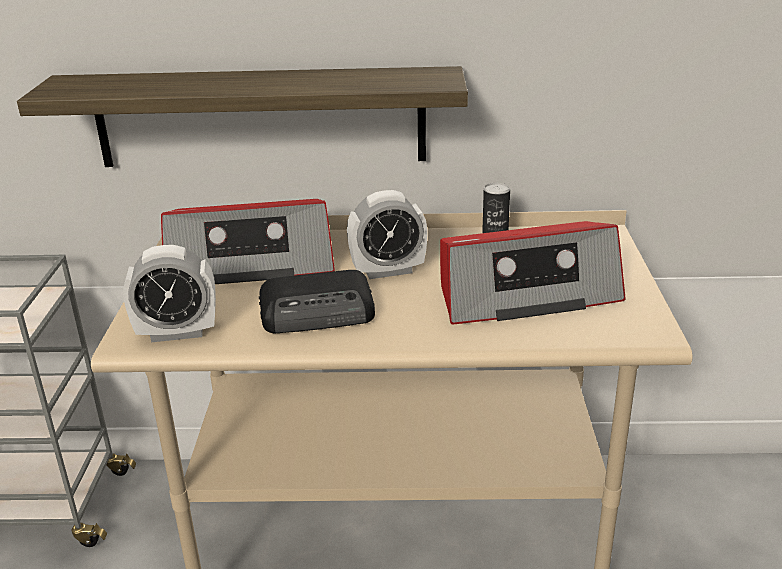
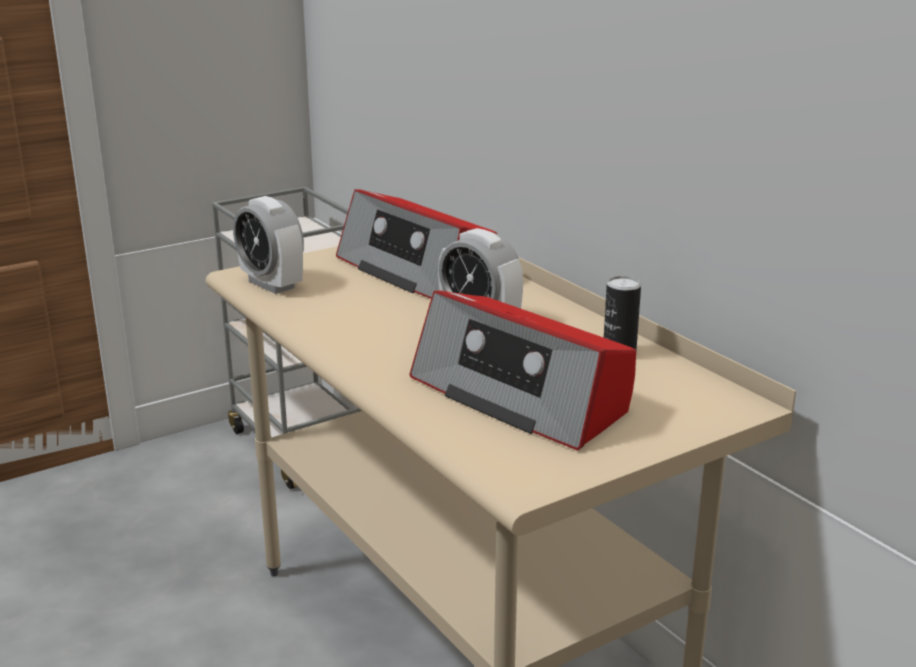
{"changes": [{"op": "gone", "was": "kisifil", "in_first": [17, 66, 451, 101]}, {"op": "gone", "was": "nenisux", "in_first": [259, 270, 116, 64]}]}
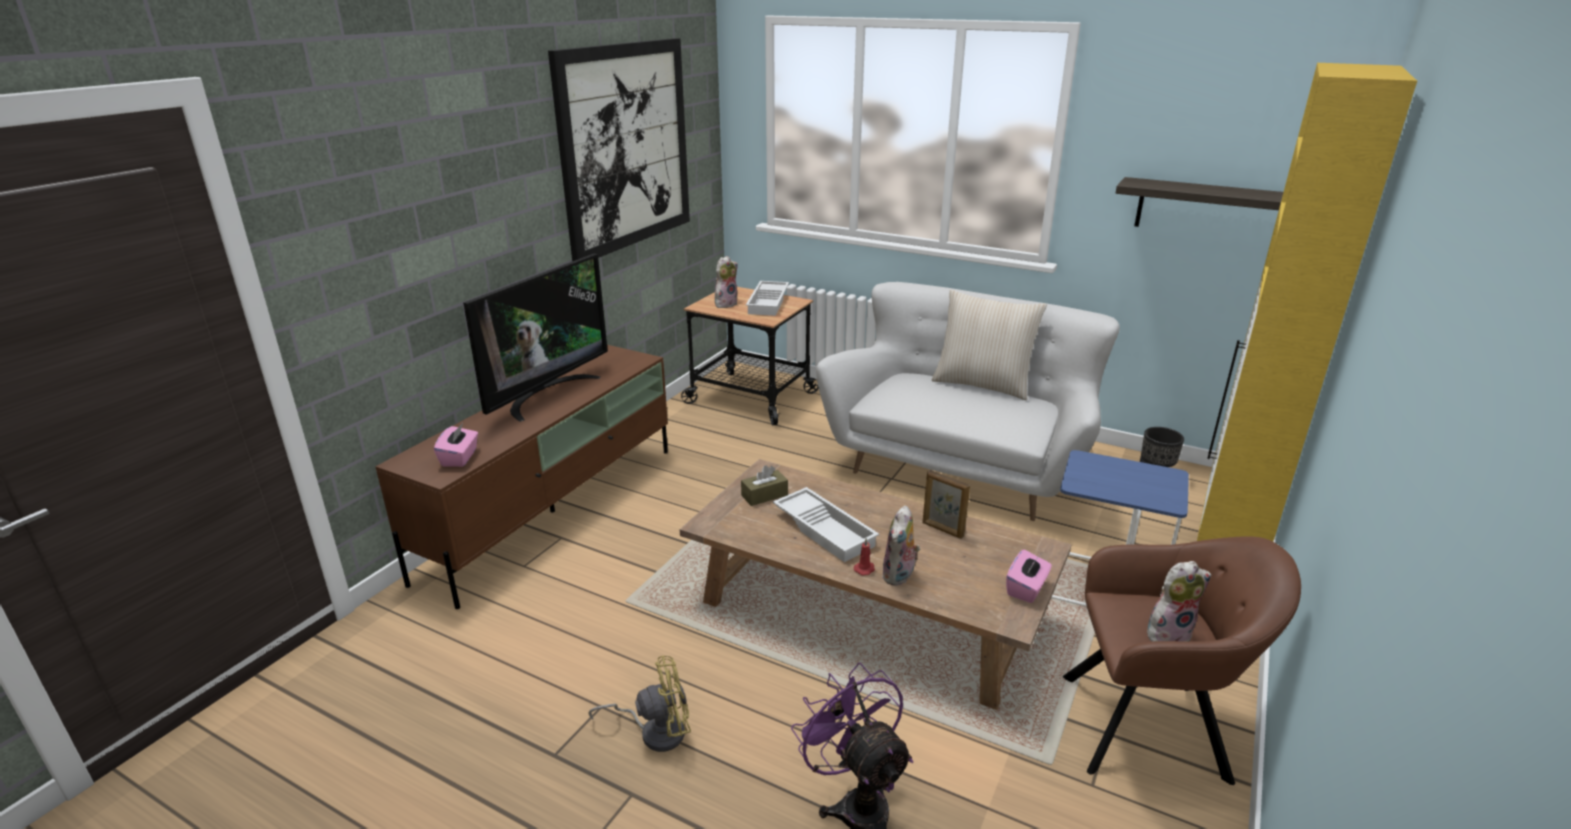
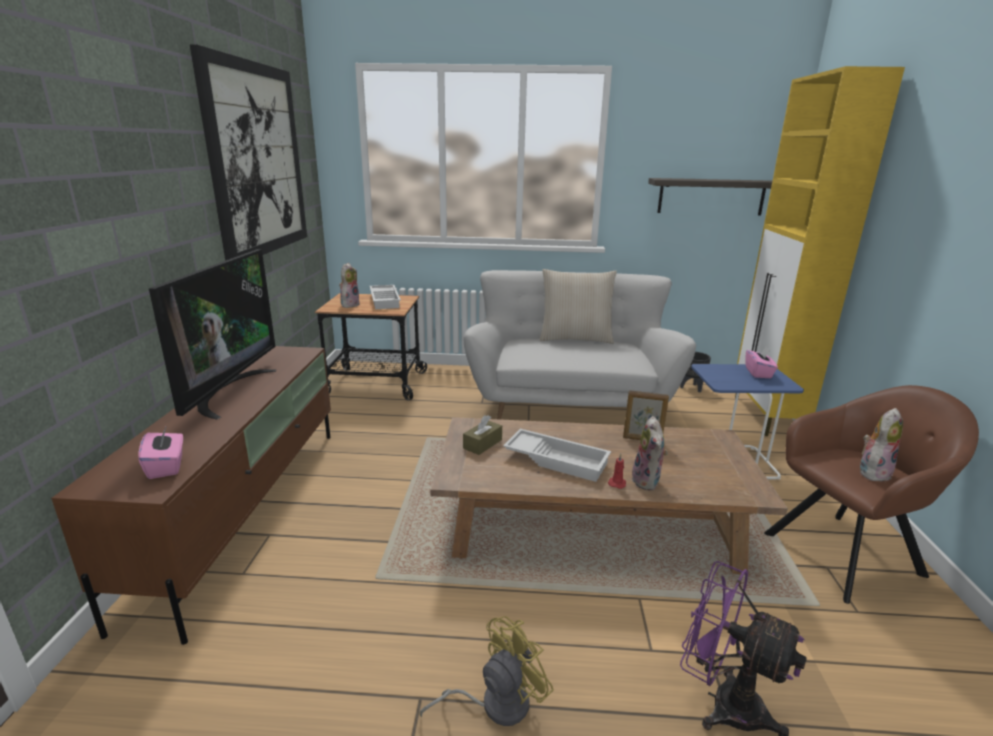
{"changes": [{"op": "shifted", "was": "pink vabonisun", "in_first": [1006, 549, 46, 54], "in_second": [745, 347, 33, 31]}]}
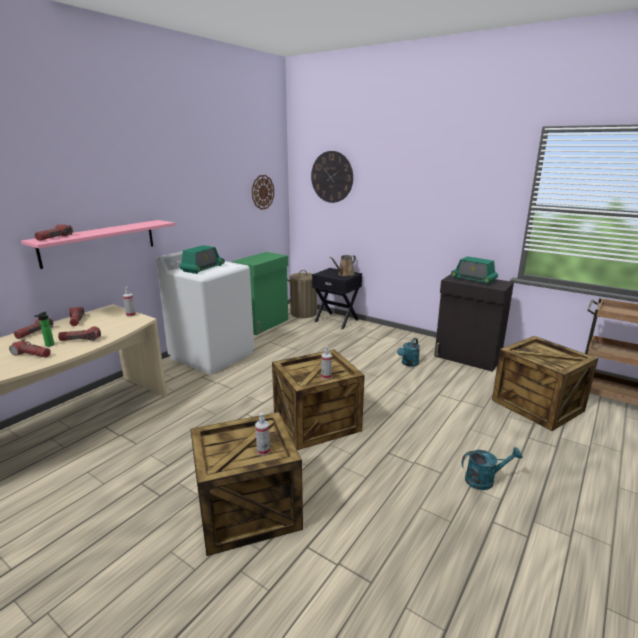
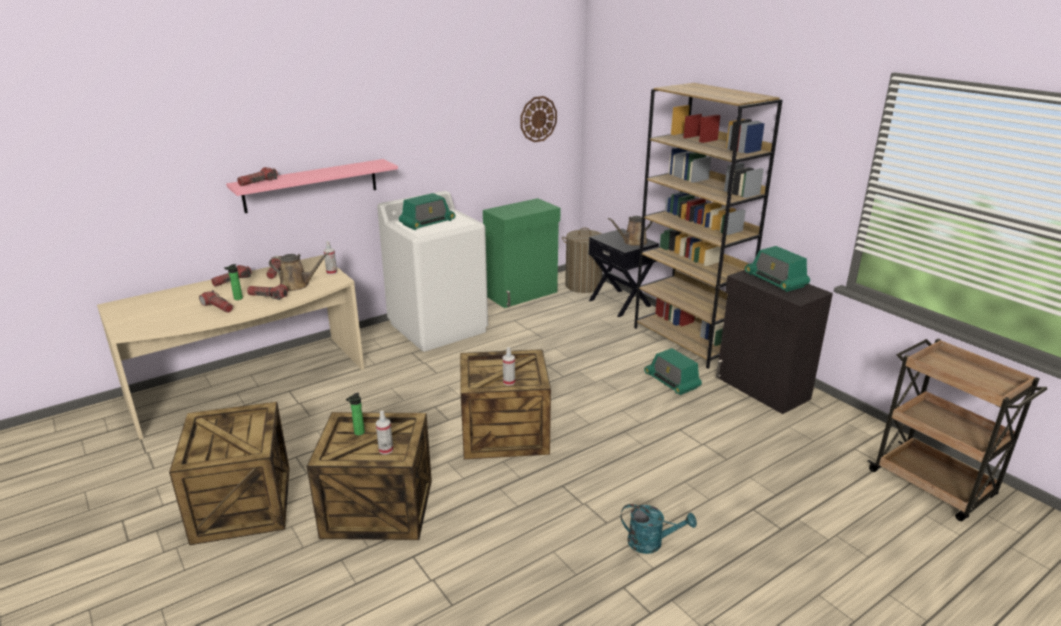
{"changes": [{"op": "gone", "was": "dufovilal", "in_first": [311, 151, 42, 52]}, {"op": "swapped", "was": "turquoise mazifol", "now": "nenisux", "in_first": [397, 338, 23, 29], "in_second": [644, 348, 58, 47]}, {"op": "shifted", "was": "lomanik", "in_first": [492, 336, 106, 95], "in_second": [169, 402, 121, 143]}, {"op": "new", "now": "brown mazifol", "in_second": [269, 252, 60, 39]}, {"op": "new", "now": "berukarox", "in_second": [346, 393, 19, 43]}, {"op": "new", "now": "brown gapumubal", "in_second": [634, 83, 149, 286]}]}
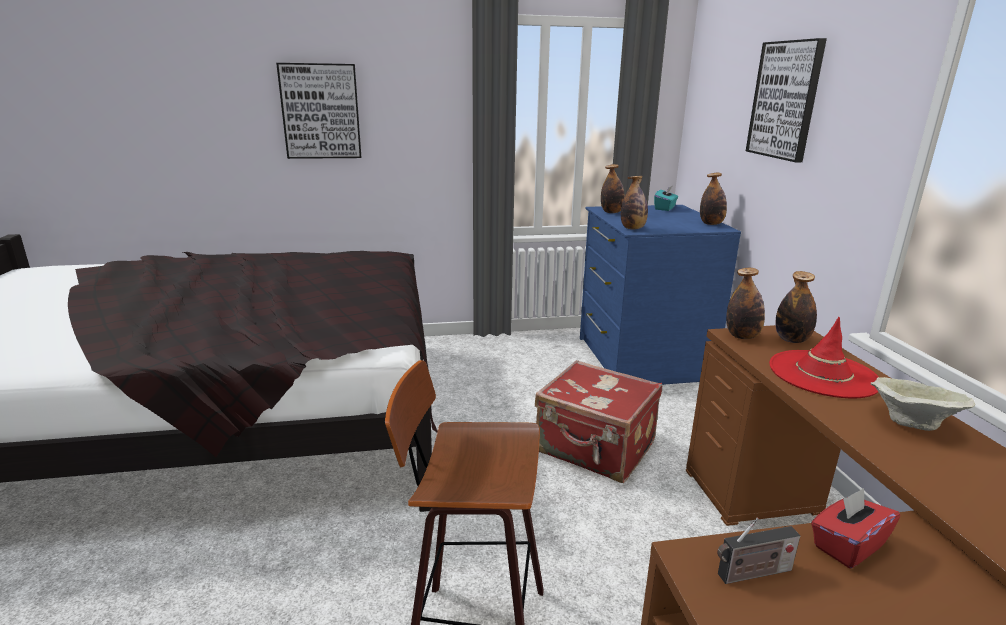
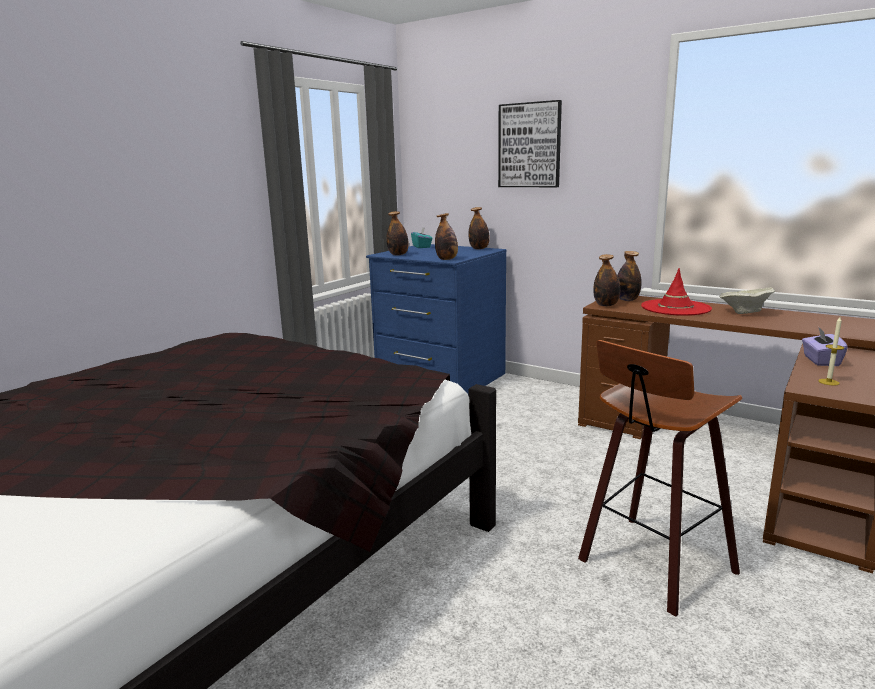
{"changes": [{"op": "gone", "was": "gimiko", "in_first": [276, 63, 85, 96]}, {"op": "gone", "was": "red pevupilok", "in_first": [535, 360, 127, 123]}, {"op": "swapped", "was": "nenisux", "now": "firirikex", "in_first": [717, 518, 84, 66], "in_second": [818, 317, 26, 69]}, {"op": "repainted", "was": "red vabonisun", "now": "purple vabonisun", "in_first": [811, 488, 89, 81], "in_second": [802, 328, 46, 38]}]}
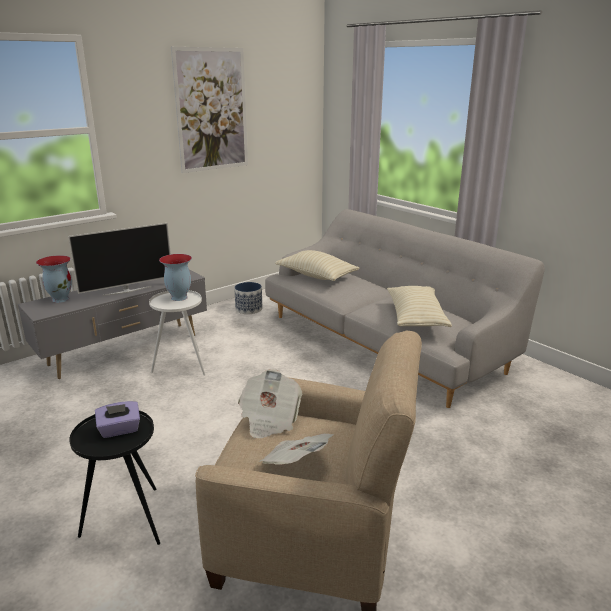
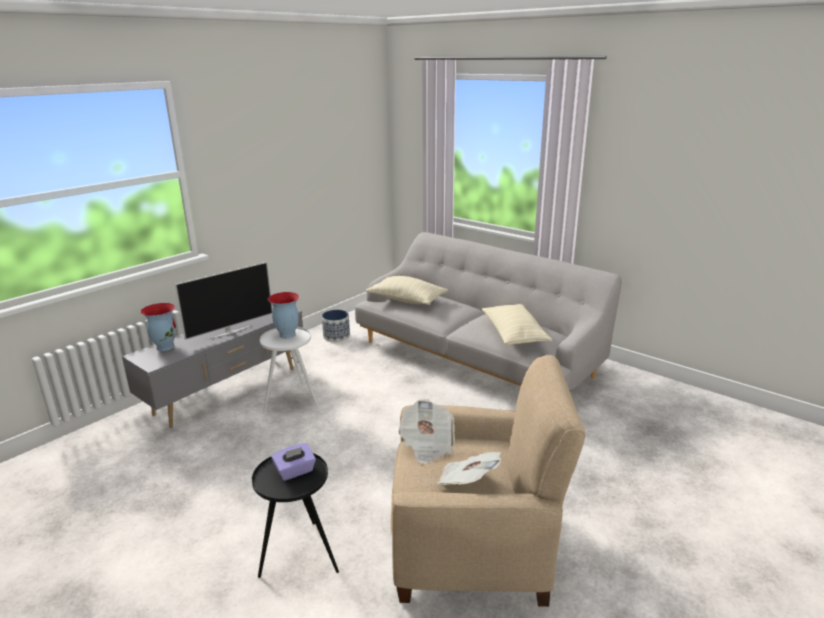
{"changes": [{"op": "gone", "was": "gimiko", "in_first": [171, 47, 77, 126]}]}
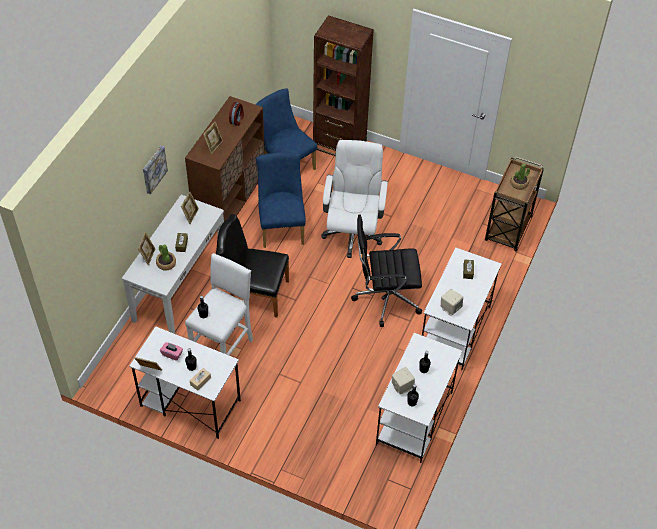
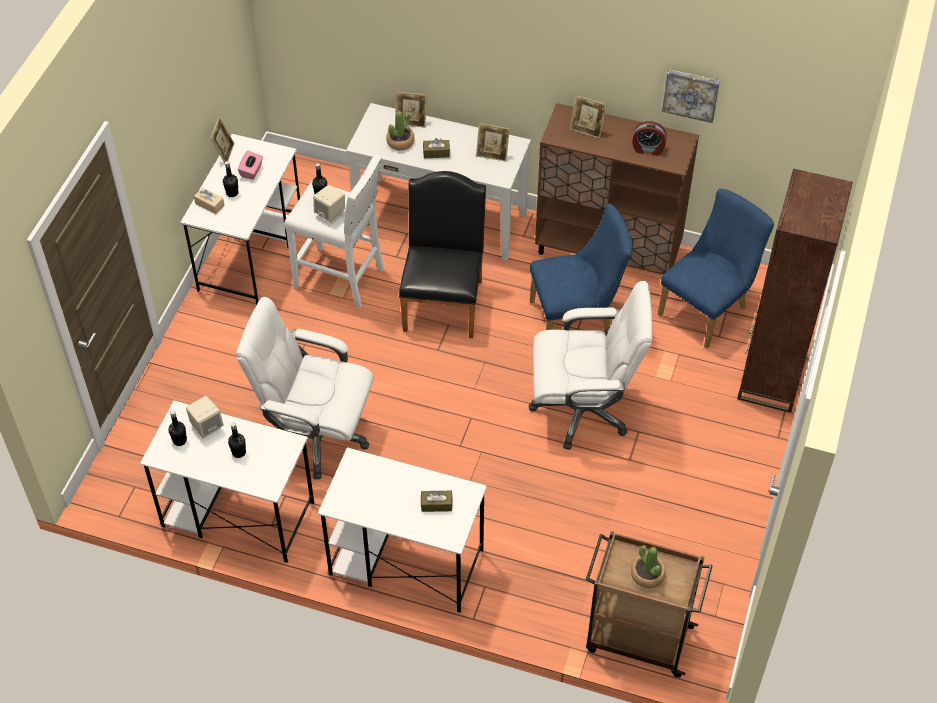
{"changes": [{"op": "shifted", "was": "gimiko", "in_first": [143, 146, 25, 48], "in_second": [662, 69, 58, 54]}, {"op": "gone", "was": "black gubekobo", "in_first": [351, 214, 71, 113]}, {"op": "shifted", "was": "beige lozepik", "in_first": [441, 289, 22, 27], "in_second": [313, 185, 32, 38]}, {"op": "new", "now": "white gubekobo", "in_second": [236, 297, 138, 182]}]}
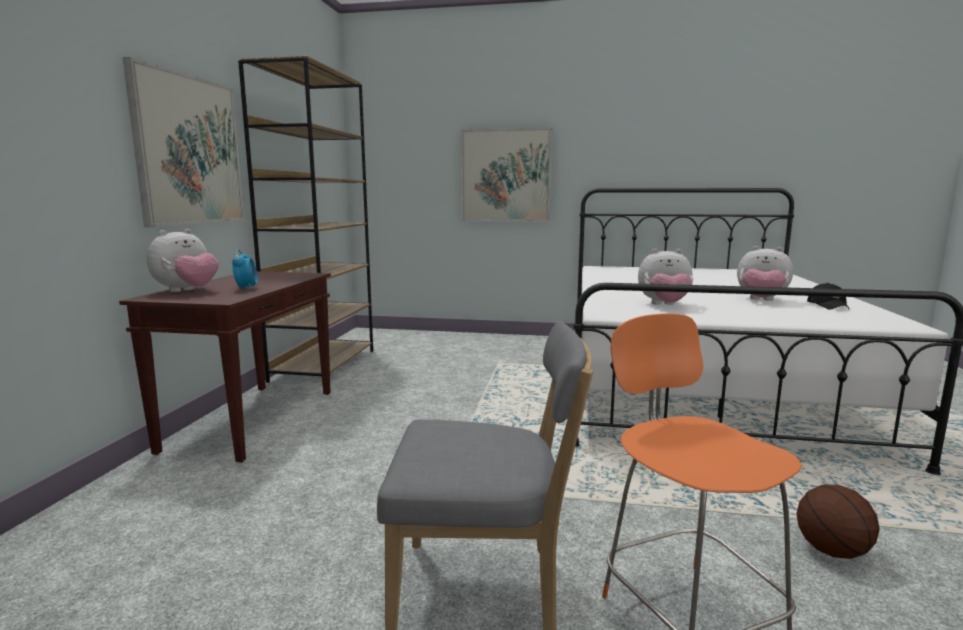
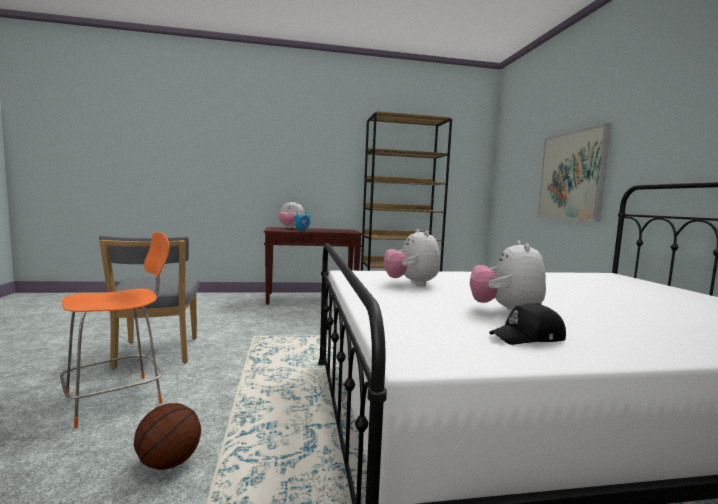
{"changes": [{"op": "gone", "was": "gimiko", "in_first": [123, 57, 121, 170]}]}
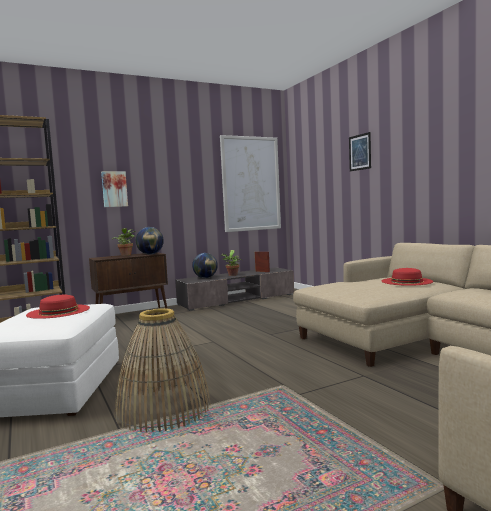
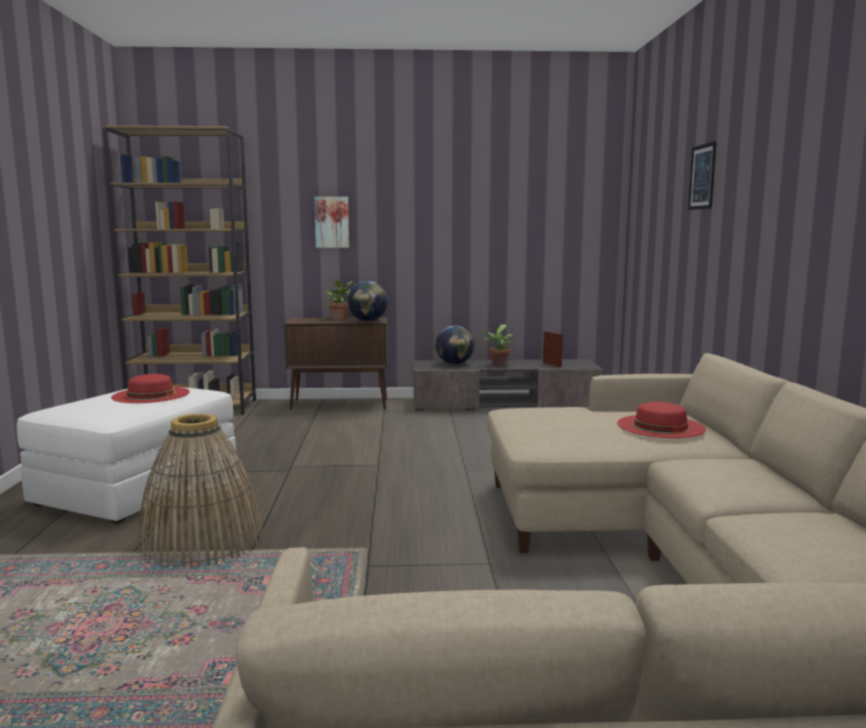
{"changes": [{"op": "gone", "was": "gimiko", "in_first": [220, 135, 61, 97]}]}
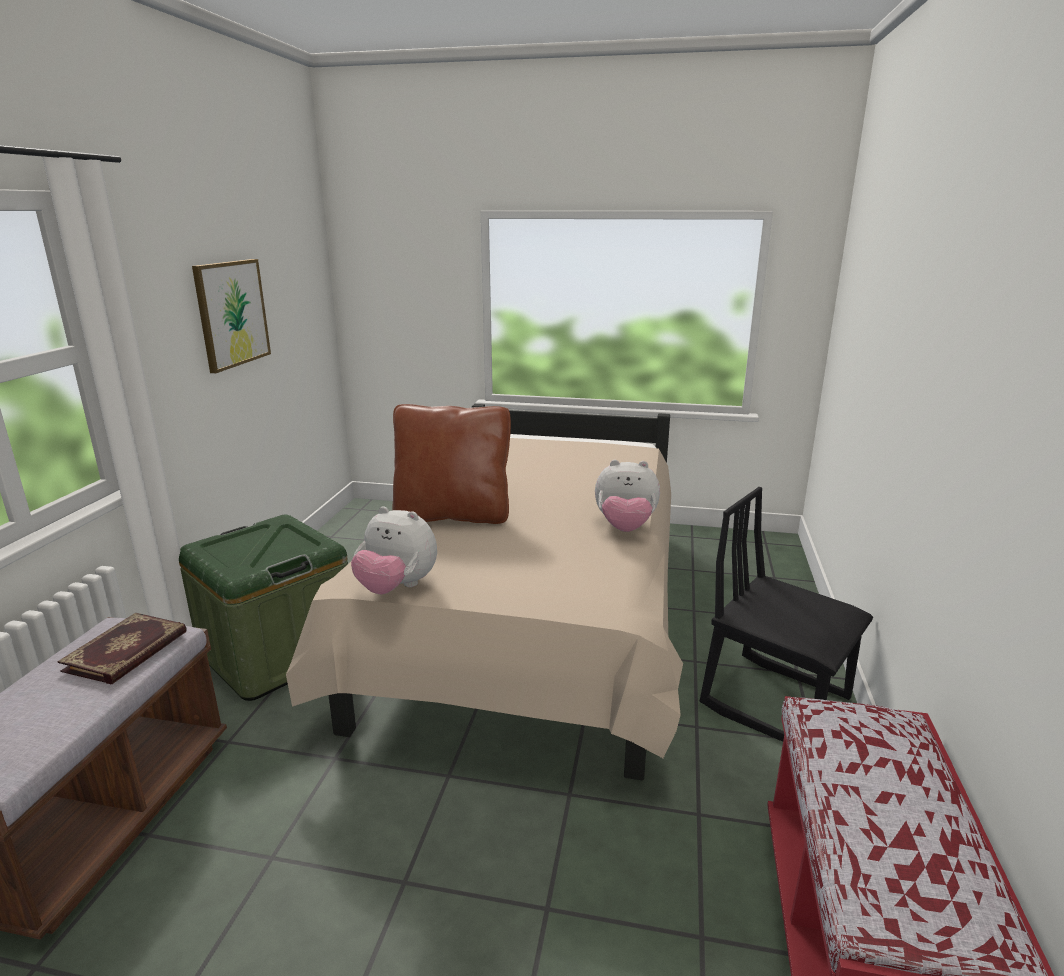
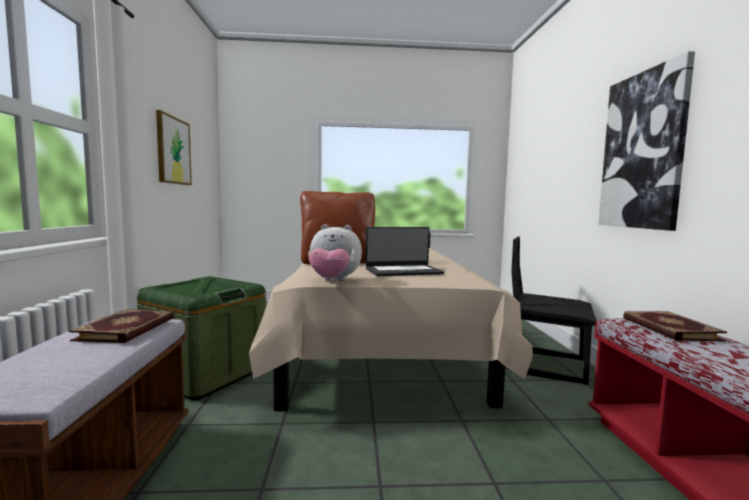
{"changes": [{"op": "gone", "was": "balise", "in_first": [595, 460, 65, 72]}, {"op": "new", "now": "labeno", "in_second": [365, 227, 79, 49]}, {"op": "new", "now": "gimiko", "in_second": [598, 51, 97, 180]}, {"op": "new", "now": "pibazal", "in_second": [623, 311, 104, 30]}]}
